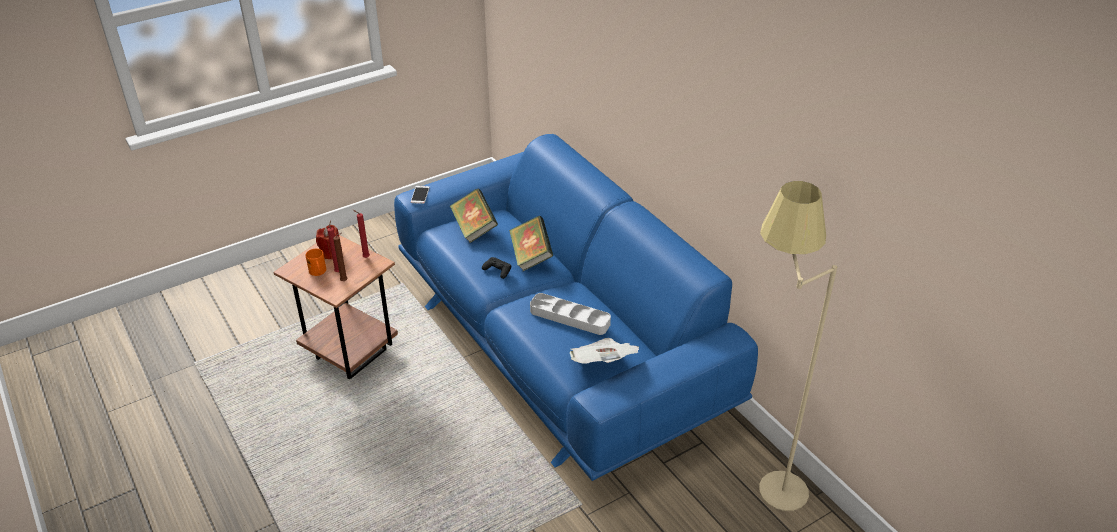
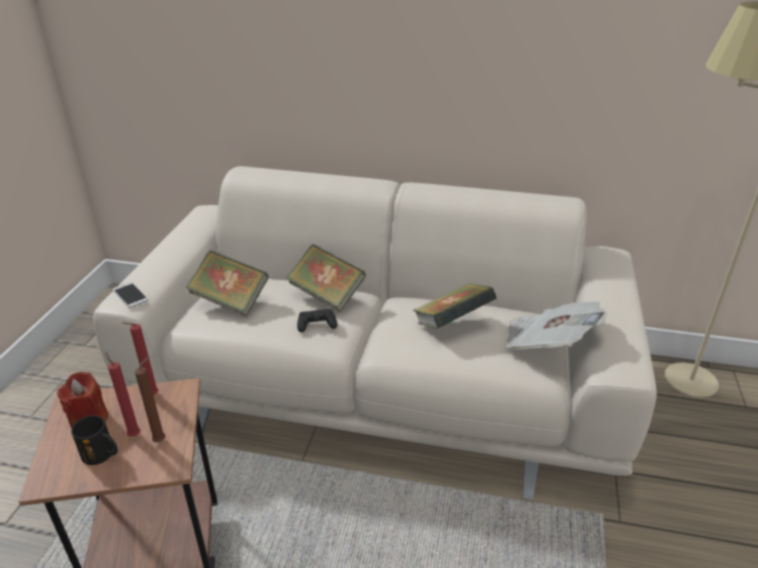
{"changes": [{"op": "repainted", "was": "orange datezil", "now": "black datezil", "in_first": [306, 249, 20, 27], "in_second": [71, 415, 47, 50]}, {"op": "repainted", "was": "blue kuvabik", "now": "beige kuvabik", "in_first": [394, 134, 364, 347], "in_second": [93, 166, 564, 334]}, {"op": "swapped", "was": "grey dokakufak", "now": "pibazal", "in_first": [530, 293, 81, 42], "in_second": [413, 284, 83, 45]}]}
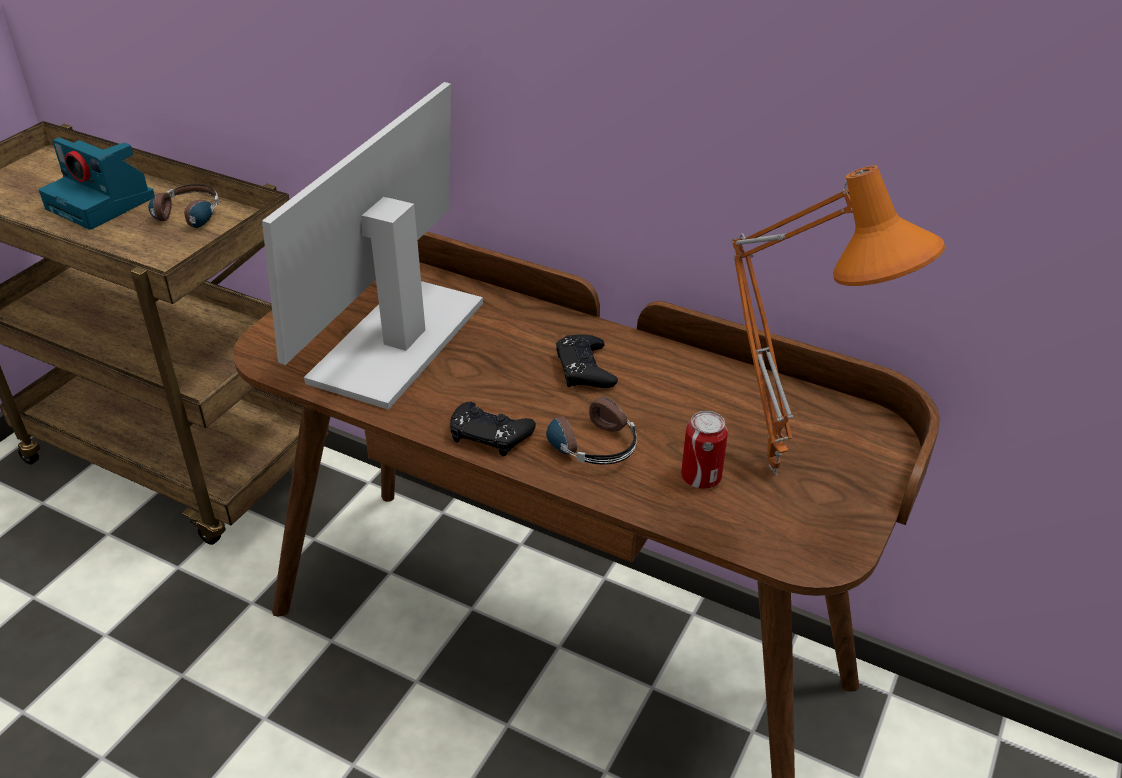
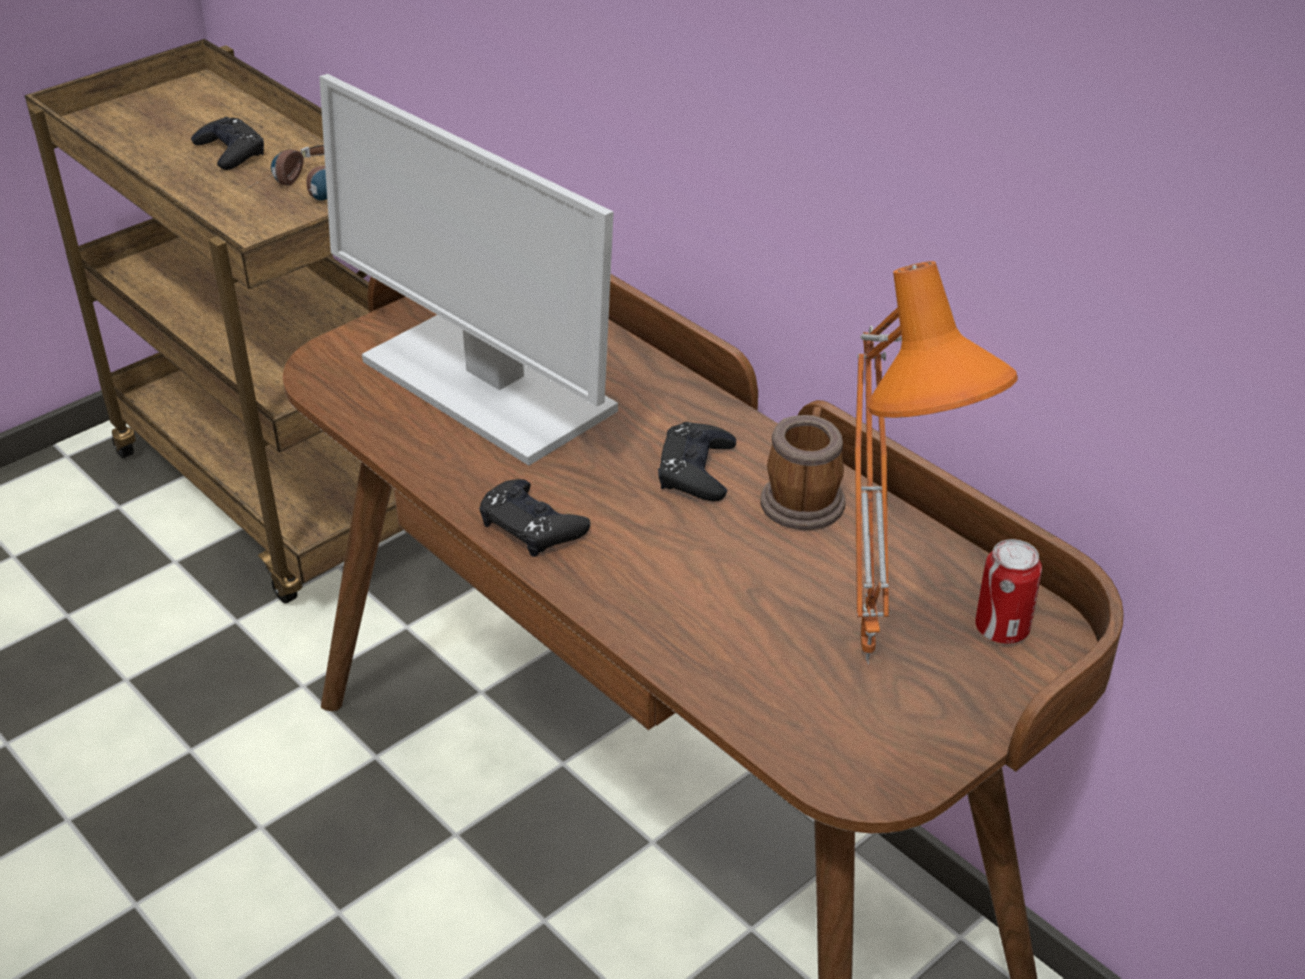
{"changes": [{"op": "swapped", "was": "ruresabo", "now": "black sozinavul", "in_first": [39, 137, 116, 93], "in_second": [191, 117, 73, 53]}, {"op": "rotated", "was": "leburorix", "in_first": [262, 82, 221, 328], "in_second": [319, 74, 299, 392], "clockwise": -90}, {"op": "gone", "was": "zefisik", "in_first": [546, 386, 91, 78]}, {"op": "shifted", "was": "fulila", "in_first": [681, 411, 47, 78], "in_second": [975, 539, 67, 105]}, {"op": "new", "now": "datezil", "in_second": [761, 407, 84, 123]}]}
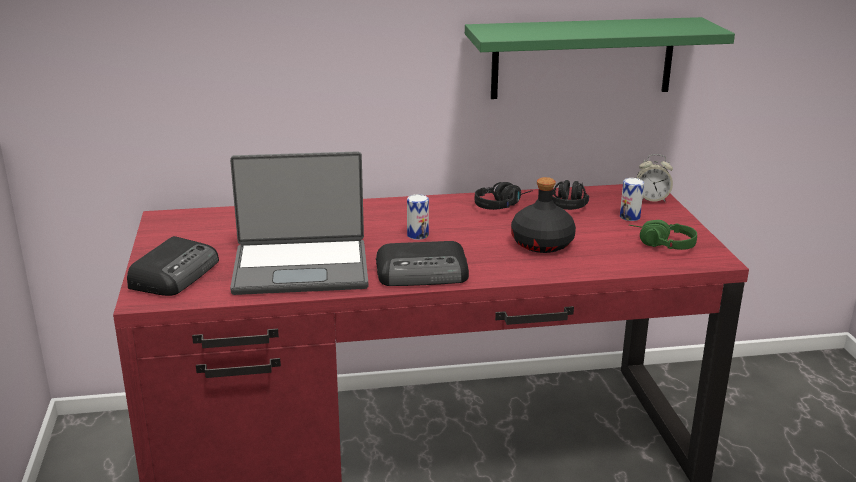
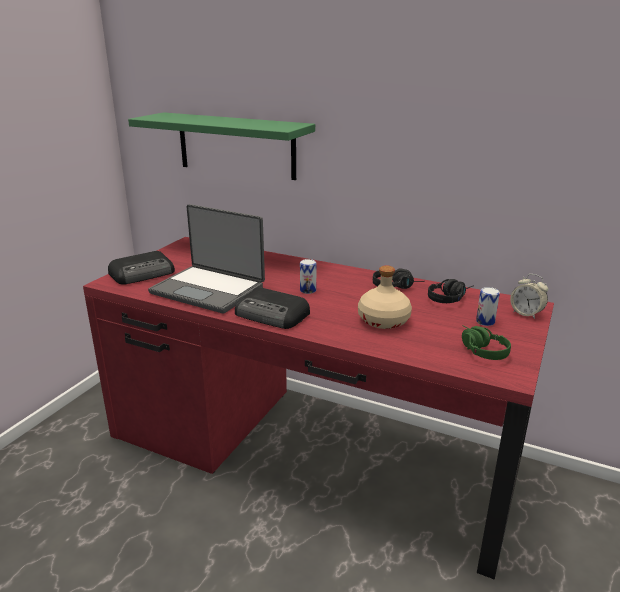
{"changes": [{"op": "shifted", "was": "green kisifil", "in_first": [465, 17, 270, 82], "in_second": [128, 112, 187, 68]}, {"op": "repainted", "was": "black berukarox", "now": "beige berukarox", "in_first": [511, 177, 65, 76], "in_second": [358, 266, 54, 63]}]}
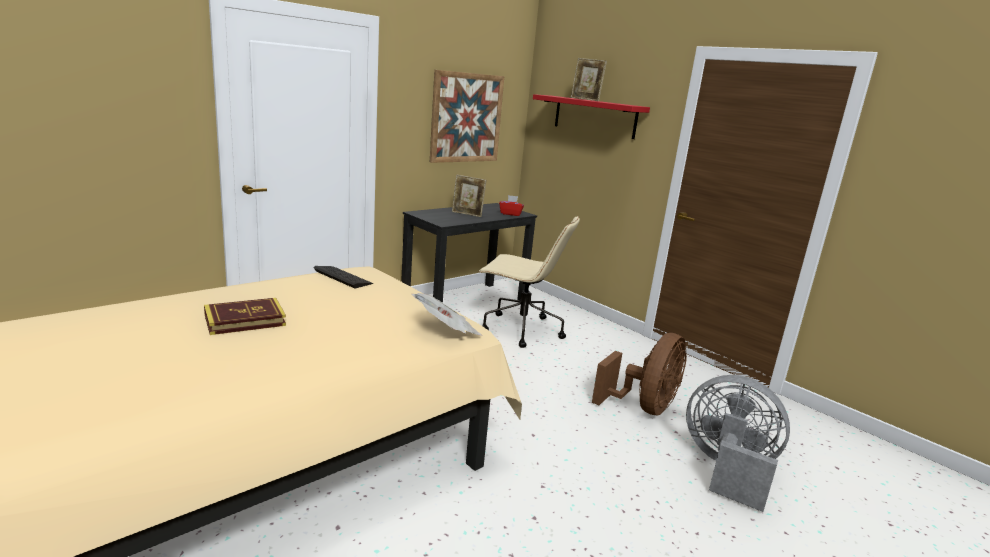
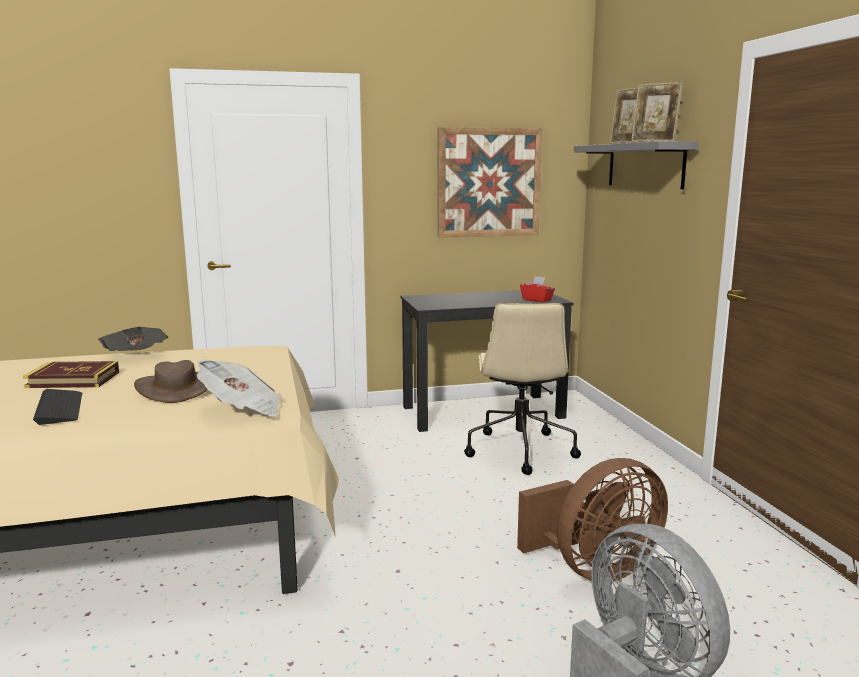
{"changes": [{"op": "shifted", "was": "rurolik", "in_first": [314, 266, 59, 22], "in_second": [33, 389, 49, 36]}, {"op": "shifted", "was": "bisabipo", "in_first": [452, 175, 34, 42], "in_second": [631, 82, 52, 60]}, {"op": "rotated", "was": "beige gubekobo", "in_first": [478, 216, 102, 132], "in_second": [464, 303, 117, 172], "clockwise": 45}, {"op": "repainted", "was": "red kisifil", "now": "grey kisifil", "in_first": [533, 94, 117, 45], "in_second": [574, 141, 124, 49]}, {"op": "new", "now": "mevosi", "in_second": [98, 327, 70, 24]}, {"op": "new", "now": "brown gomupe", "in_second": [134, 360, 74, 43]}]}
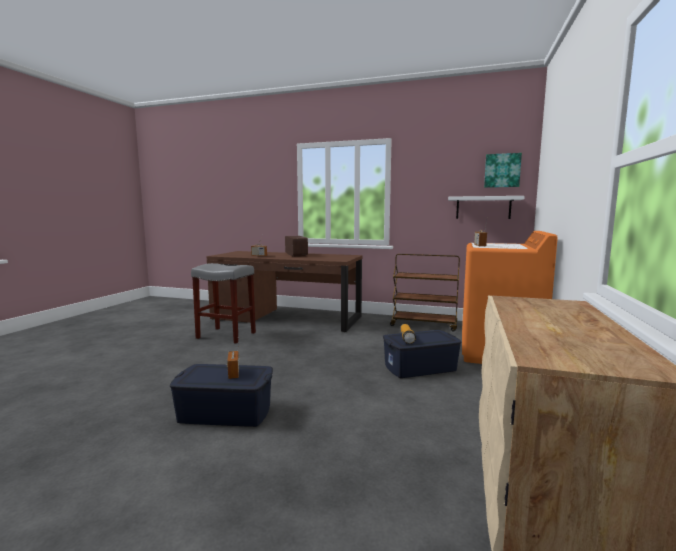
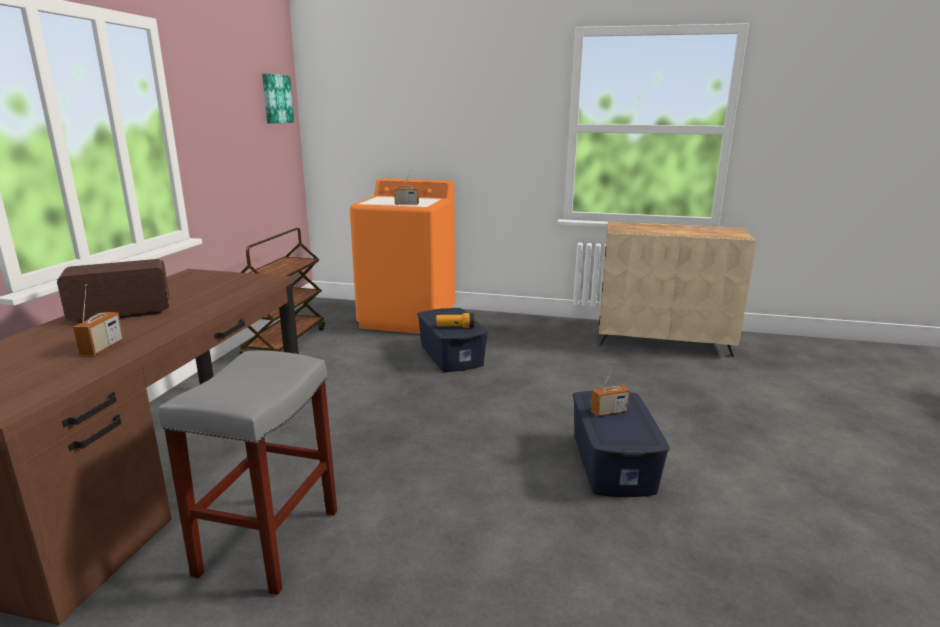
{"changes": [{"op": "gone", "was": "white kisifil", "in_first": [448, 196, 77, 23]}]}
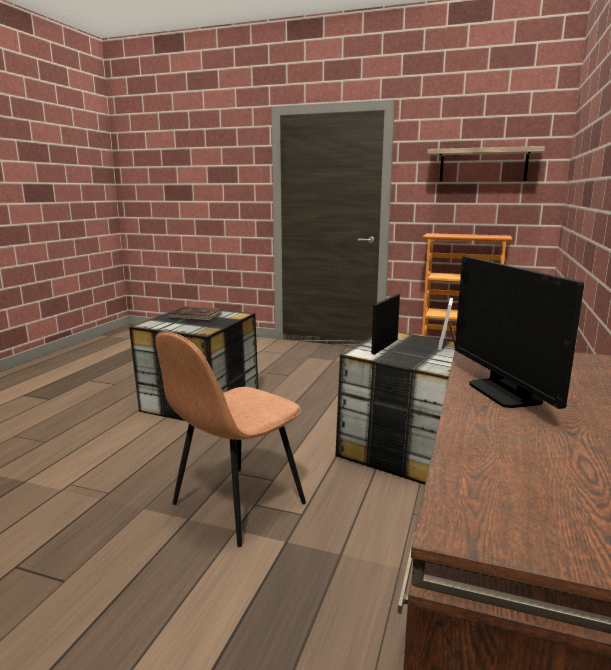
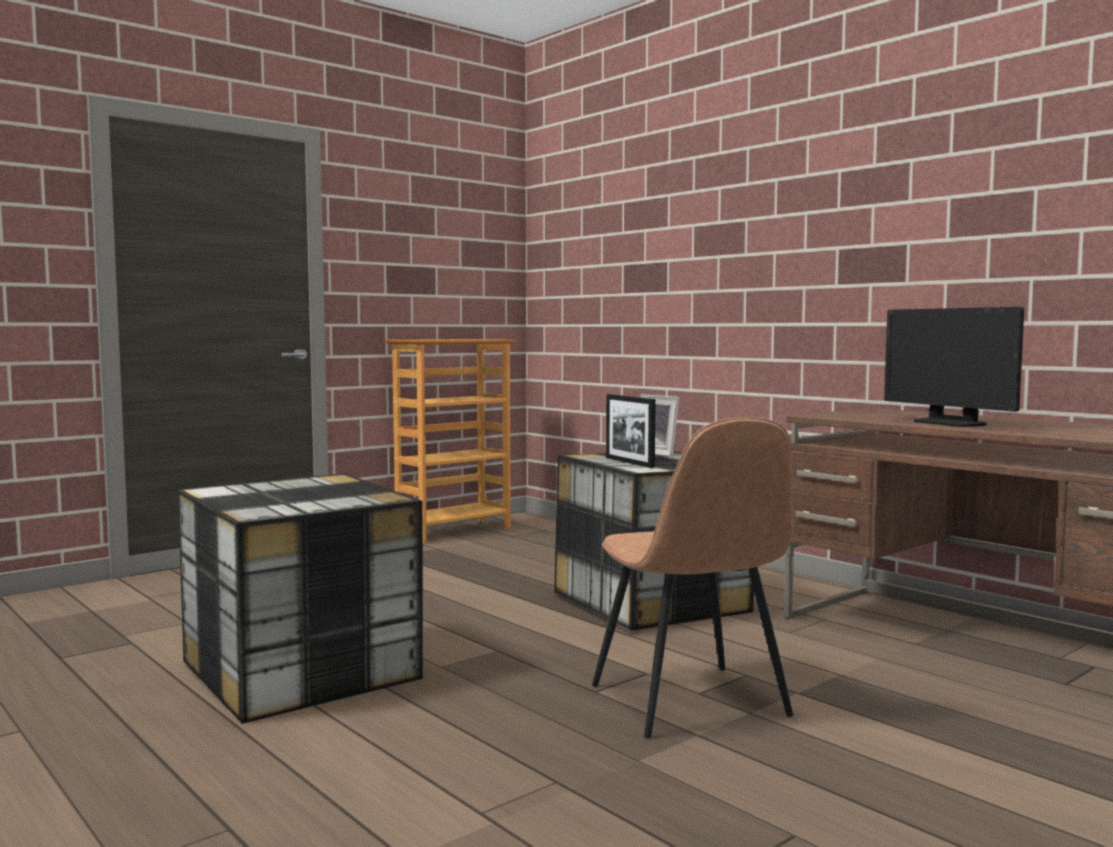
{"changes": [{"op": "gone", "was": "brown pibazal", "in_first": [169, 307, 53, 14]}, {"op": "gone", "was": "kisifil", "in_first": [427, 146, 118, 36]}, {"op": "rotated", "was": "leburorix", "in_first": [455, 256, 129, 153], "in_second": [884, 307, 140, 120], "clockwise": 45}]}
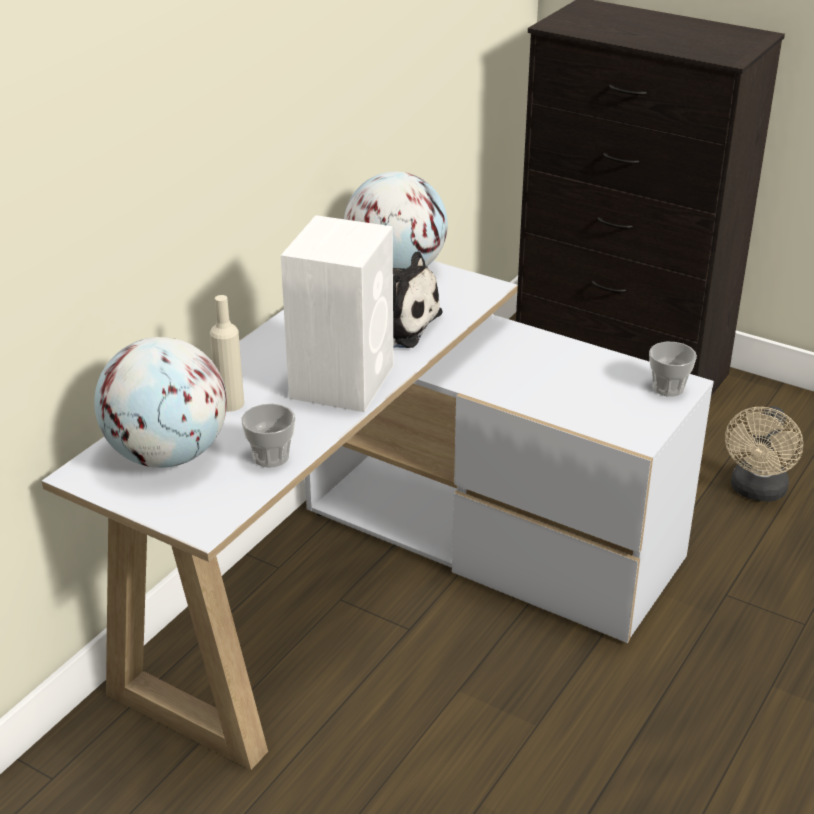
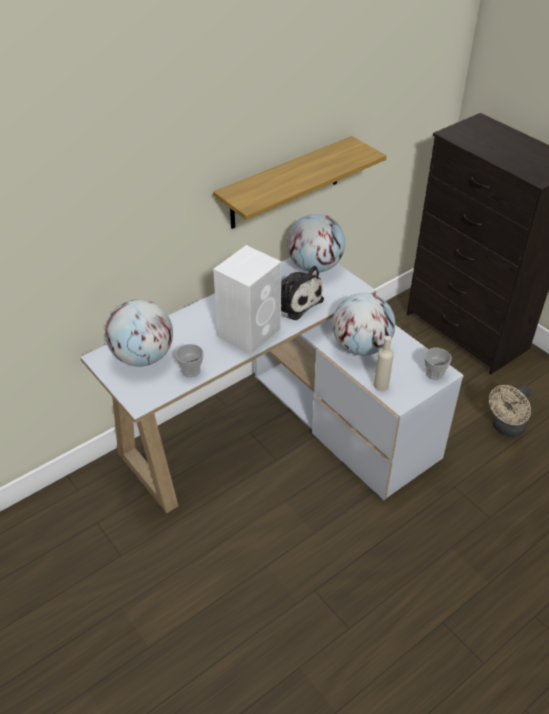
{"changes": [{"op": "shifted", "was": "beige berukarox", "in_first": [210, 295, 34, 117], "in_second": [374, 336, 20, 55]}, {"op": "new", "now": "kisifil", "in_second": [213, 136, 174, 93]}, {"op": "new", "now": "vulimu", "in_second": [332, 293, 63, 63]}]}
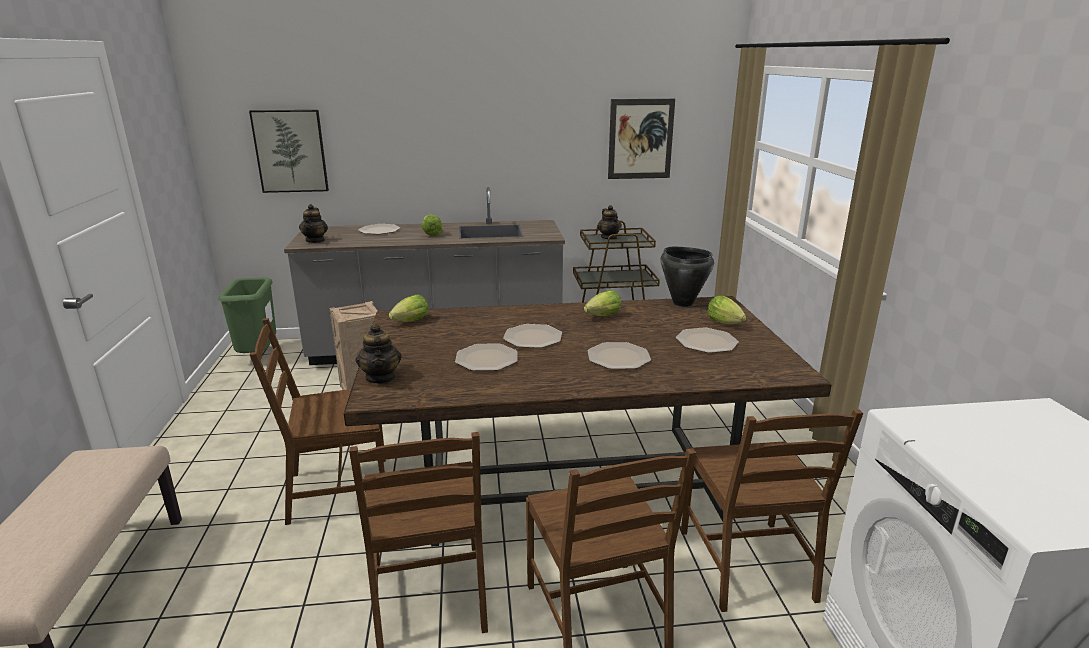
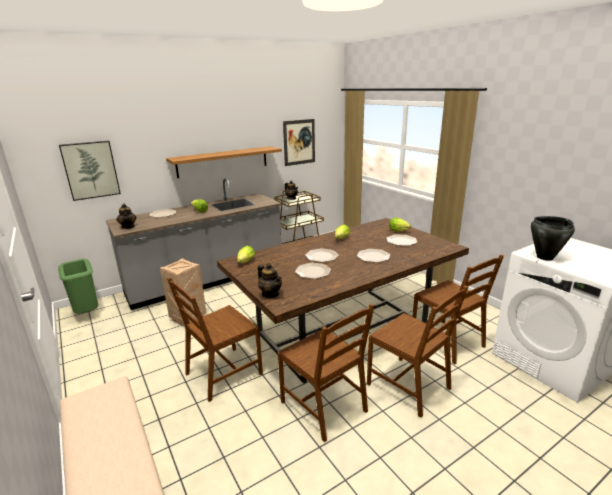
{"changes": [{"op": "shifted", "was": "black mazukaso", "in_first": [661, 247, 53, 60], "in_second": [531, 216, 44, 45]}, {"op": "new", "now": "kisifil", "in_second": [166, 146, 116, 32]}]}
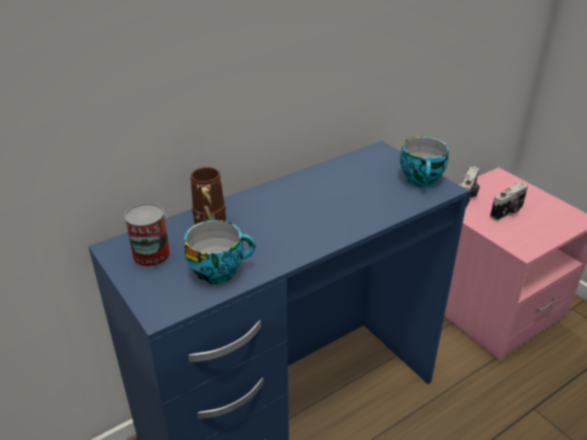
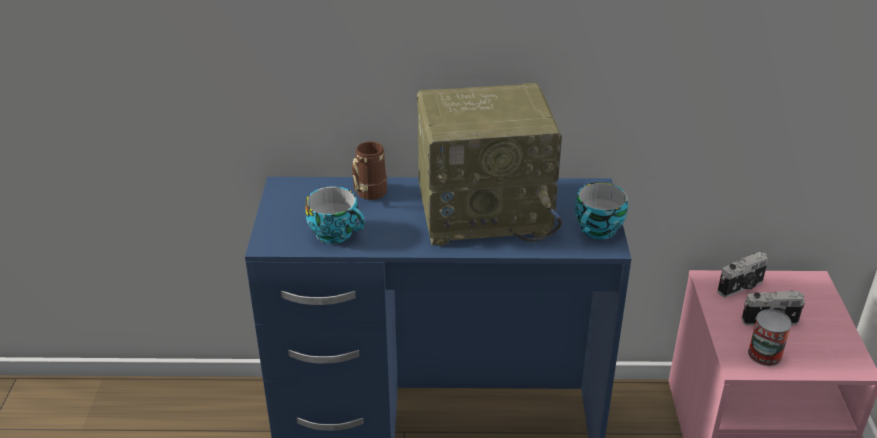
{"changes": [{"op": "shifted", "was": "fulila", "in_first": [124, 203, 46, 65], "in_second": [748, 309, 44, 57]}, {"op": "new", "now": "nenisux", "in_second": [417, 83, 145, 163]}]}
